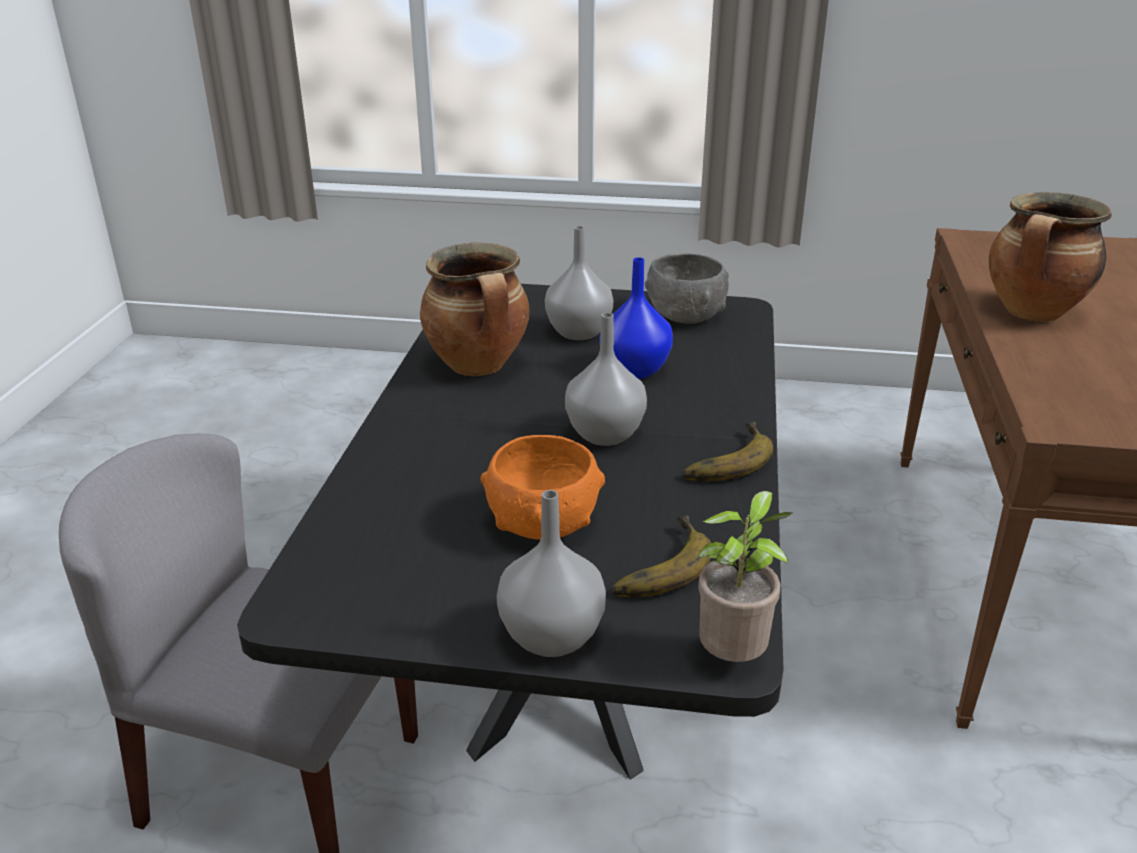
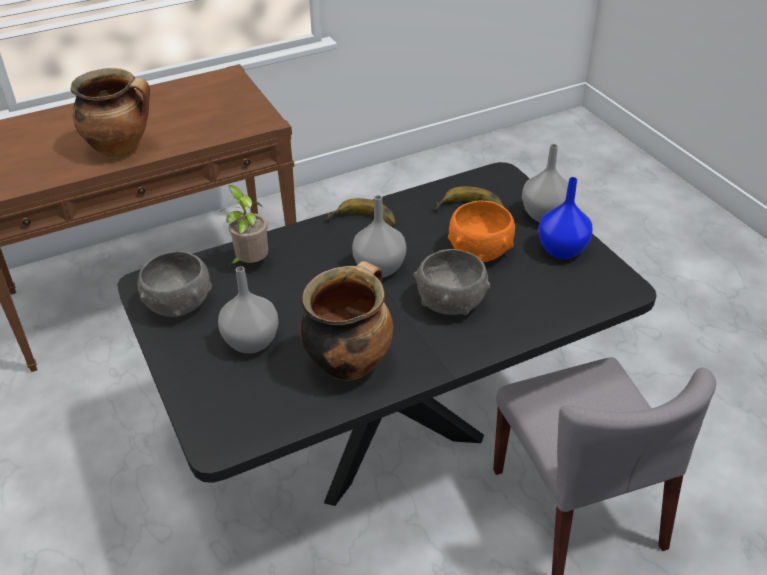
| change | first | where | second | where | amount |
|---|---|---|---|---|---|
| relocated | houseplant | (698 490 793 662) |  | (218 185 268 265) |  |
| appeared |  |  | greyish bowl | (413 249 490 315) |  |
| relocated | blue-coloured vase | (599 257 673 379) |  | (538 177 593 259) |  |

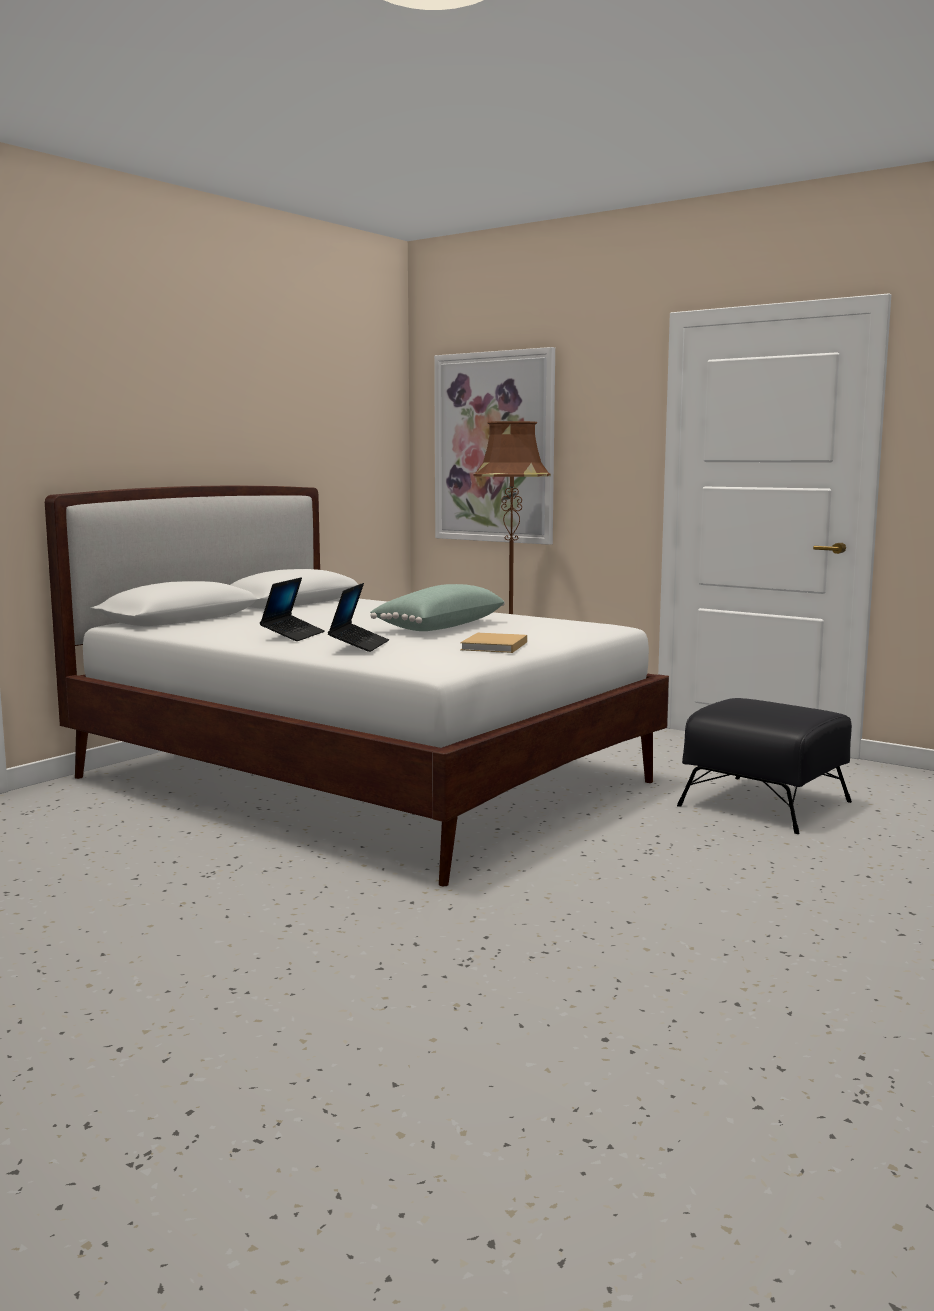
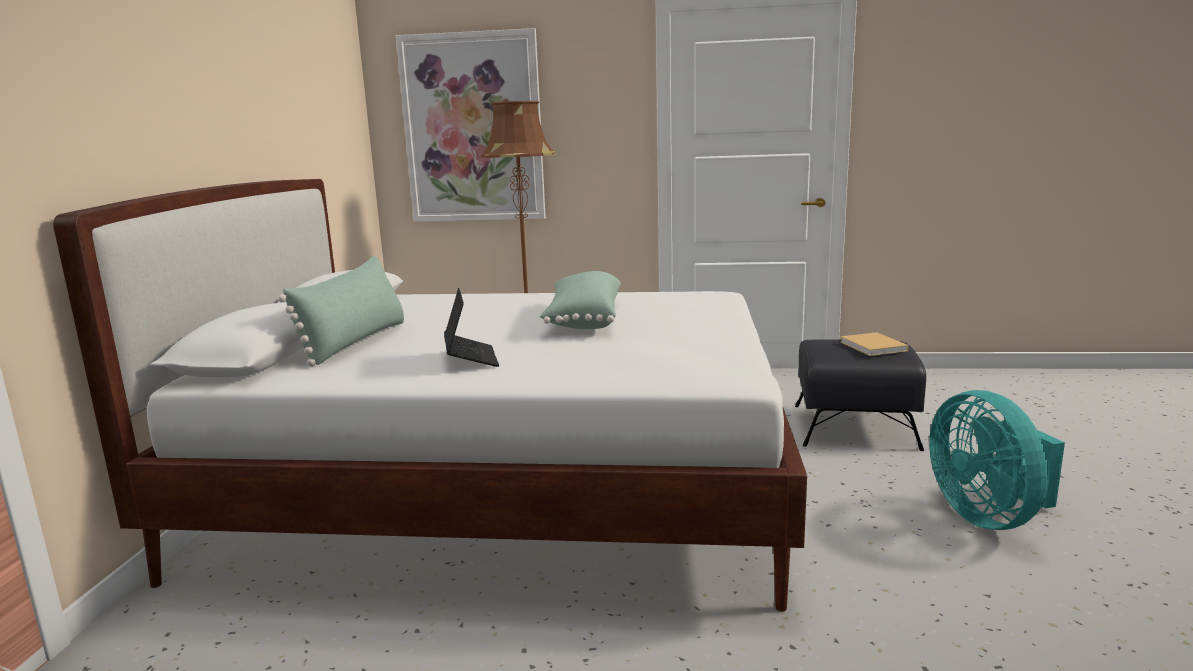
| change | first | where | second | where | amount |
|---|---|---|---|---|---|
| appeared |  |  | greenish pillow | (278 256 404 366) |  |
| relocated | beige-coloured bound book | (460 633 527 653) |  | (840 332 909 356) |  |
| appeared |  |  | turquoise-coloured fan | (929 390 1065 530) |  |
| missing | laptop | (328 583 389 652) |  |  |  |

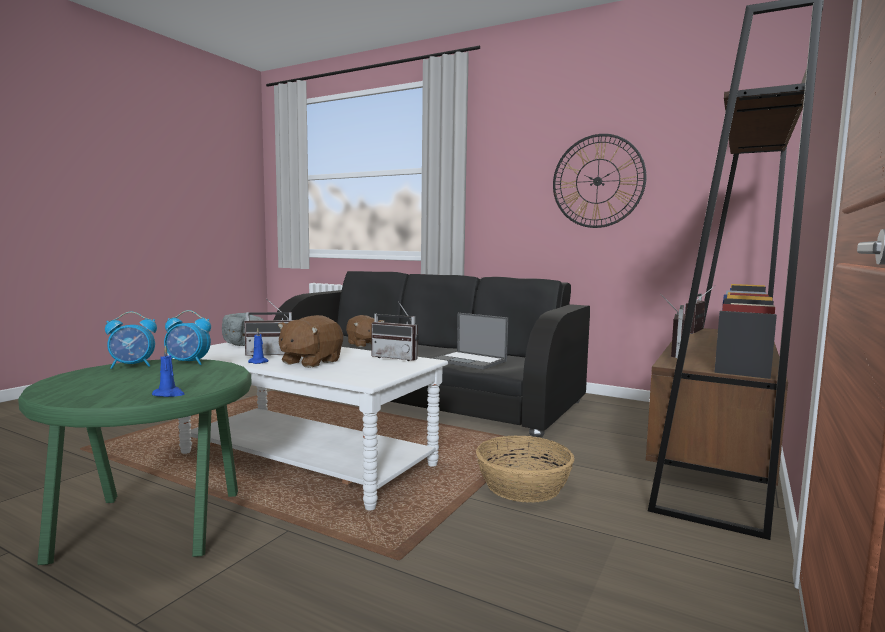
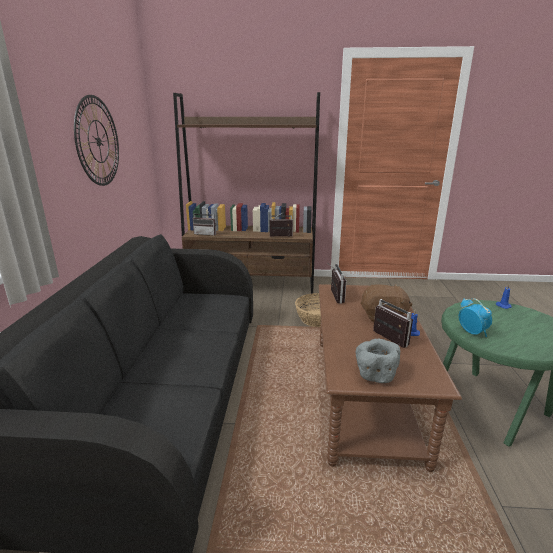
| change | first | where | second | where | amount |
|---|---|---|---|---|---|
| colour | white-coloured low table | (167 342 448 510) | brown low table | (319 284 462 472) |  |
| missing | bedside clock | (105 312 157 369) |  |  |  |
| missing | brown cuddly toy | (346 315 385 347) |  |  |  |
| missing | laptop | (432 313 508 370) |  |  |  |

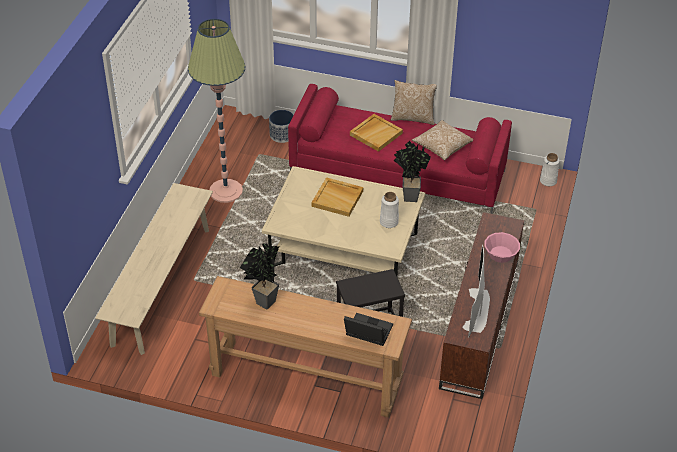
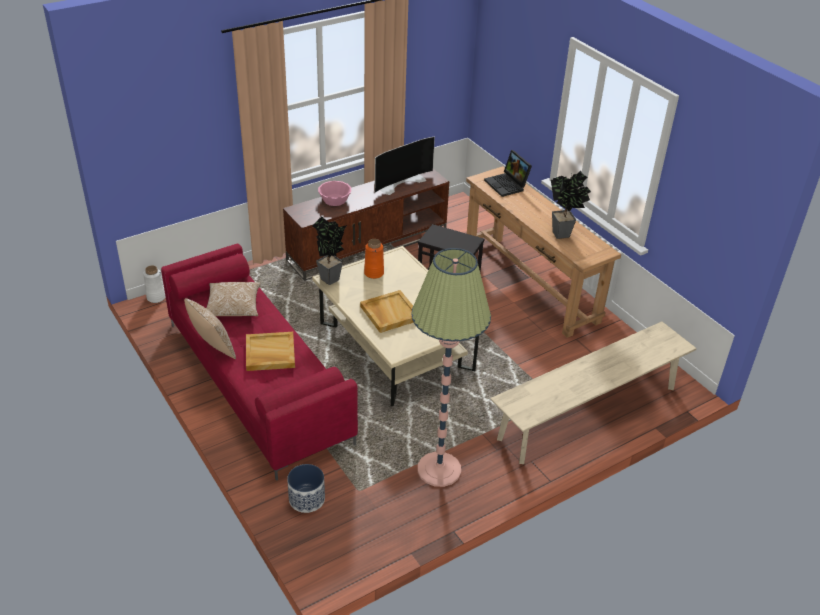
| change | first | where | second | where | amount |
|---|---|---|---|---|---|
| colour | white-coloured vase | (380 192 399 228) | orange-coloured vase | (364 239 384 279) |  |

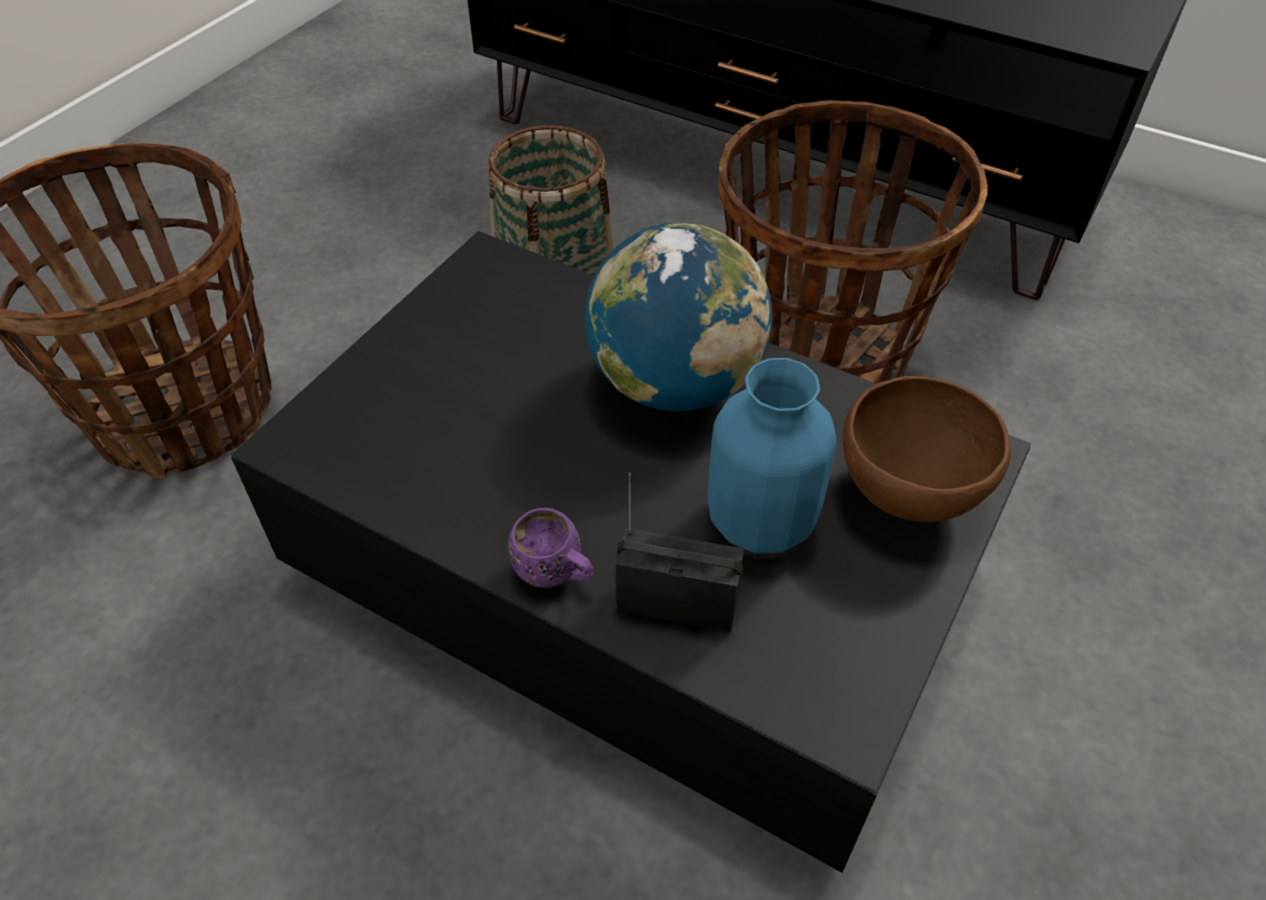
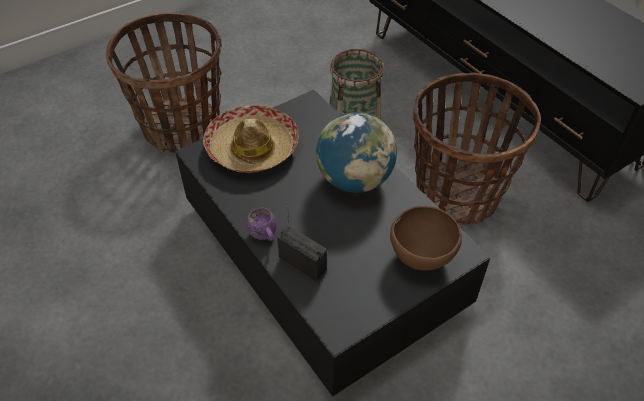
| change | first | where | second | where | amount |
|---|---|---|---|---|---|
| appeared |  |  | wearable hat | (203 105 299 173) |  |
| missing | blue-coloured vase | (708 358 837 553) |  |  |  |

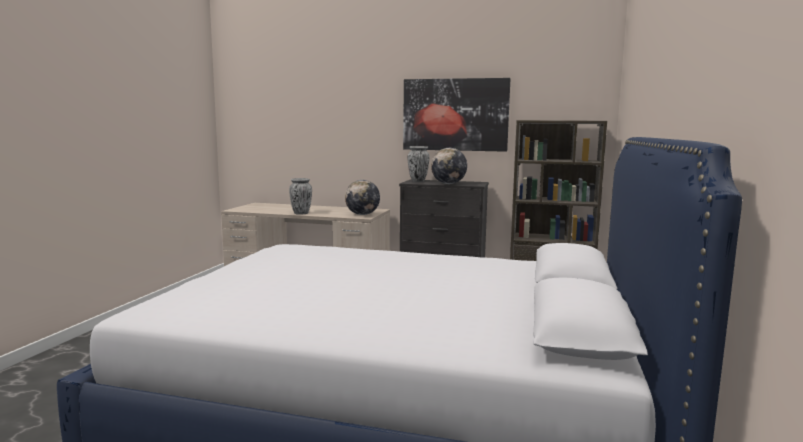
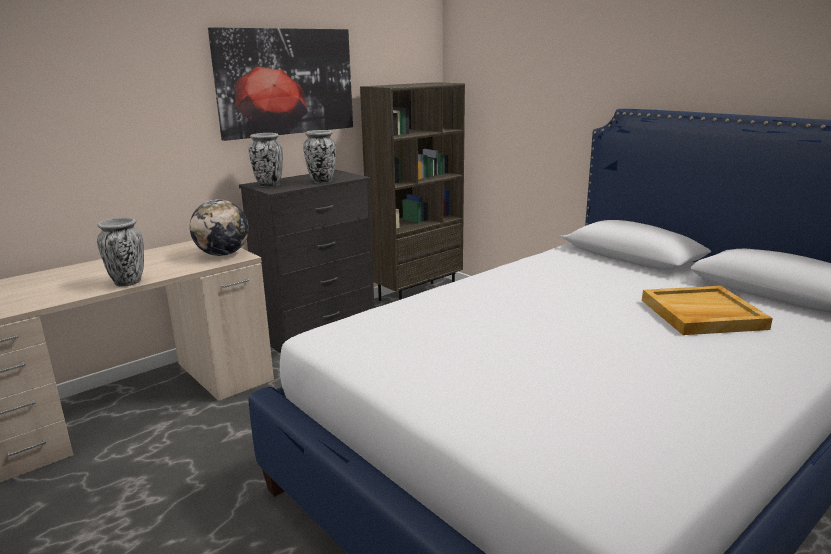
| change | first | where | second | where | amount |
|---|---|---|---|---|---|
| exchanged | world globe | (431 148 467 184) | vase | (303 130 336 183) |  |
| appeared |  |  | beige-coloured carrying tray | (642 286 773 335) |  |

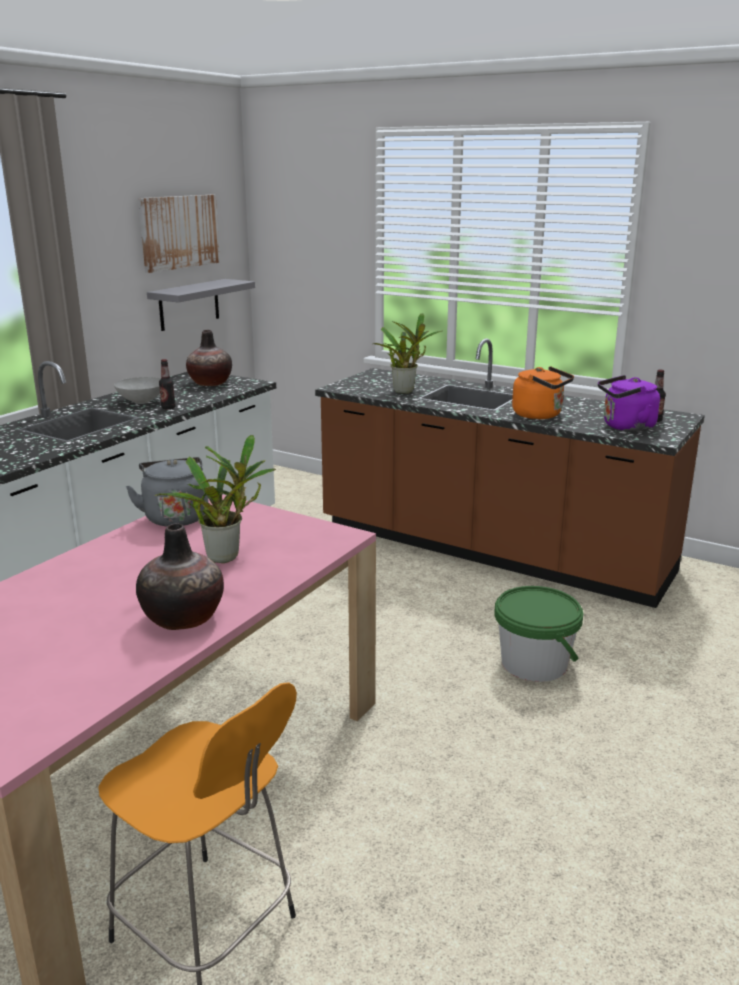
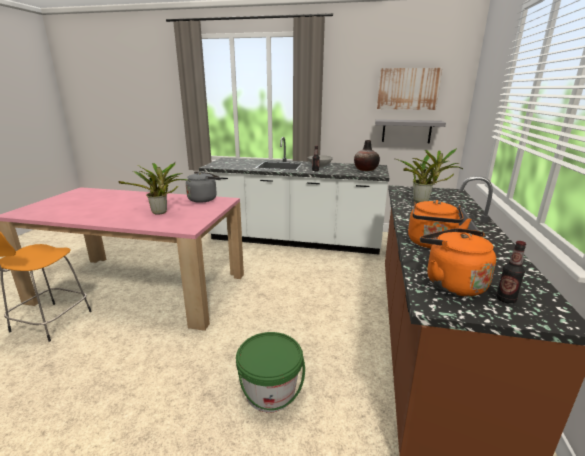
| change | first | where | second | where | amount |
|---|---|---|---|---|---|
| colour | purplish tea kettle | (598 375 660 432) | orange-coloured tea kettle | (420 228 496 296) |  |
| missing | vase | (136 523 224 630) |  |  |  |

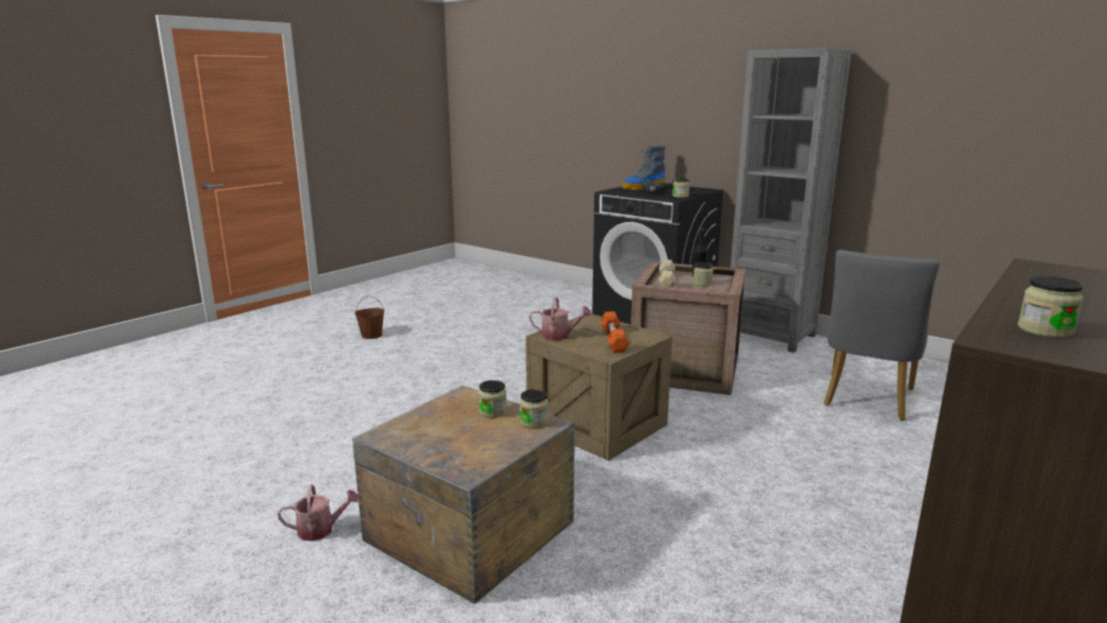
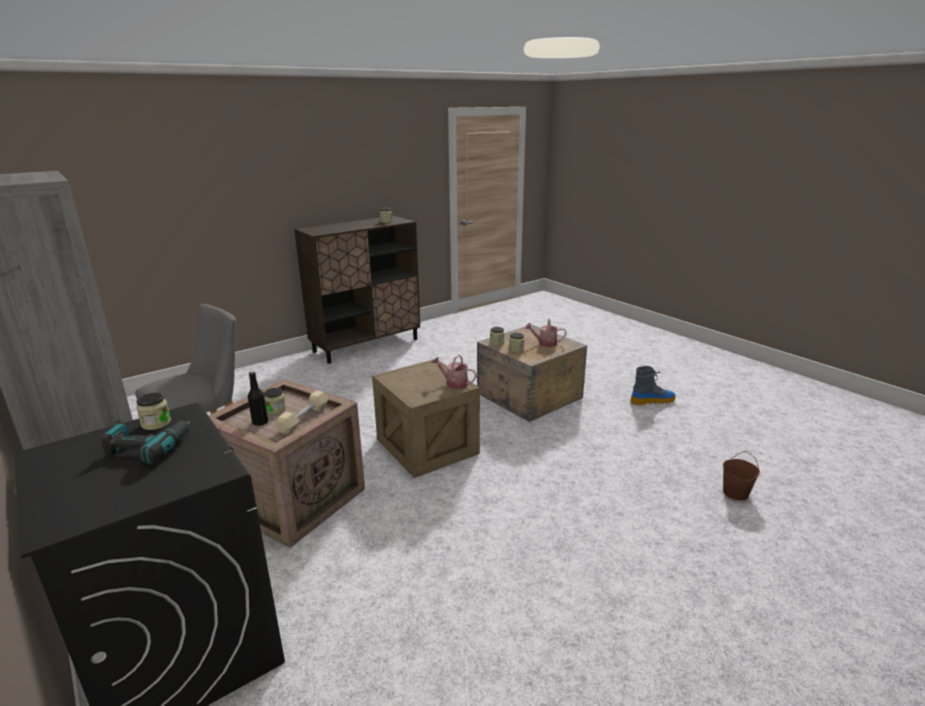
| change | first | where | second | where | amount |
|---|---|---|---|---|---|
| relocated | watering can | (277 484 358 541) |  | (524 318 566 347) |  |
| relocated | boot | (622 146 666 190) |  | (631 366 676 405) |  |
| relocated | brown bucket | (355 295 385 339) |  | (723 451 760 501) |  |
| missing | orange-coloured free weight | (600 312 629 352) |  |  |  |

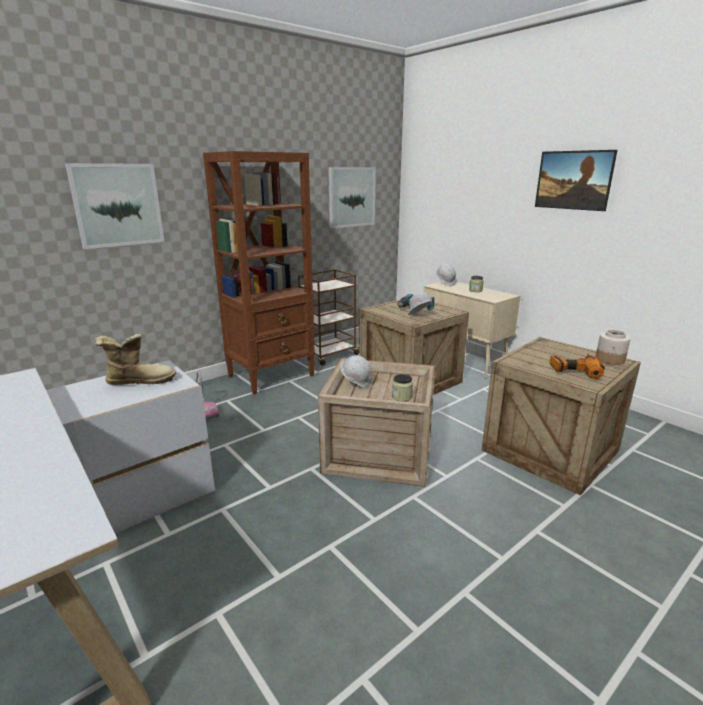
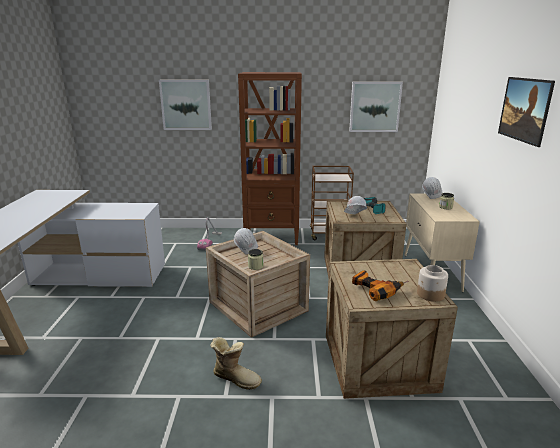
| change | first | where | second | where | amount |
|---|---|---|---|---|---|
| relocated | boot | (95 334 176 385) |  | (210 337 262 390) |  |

